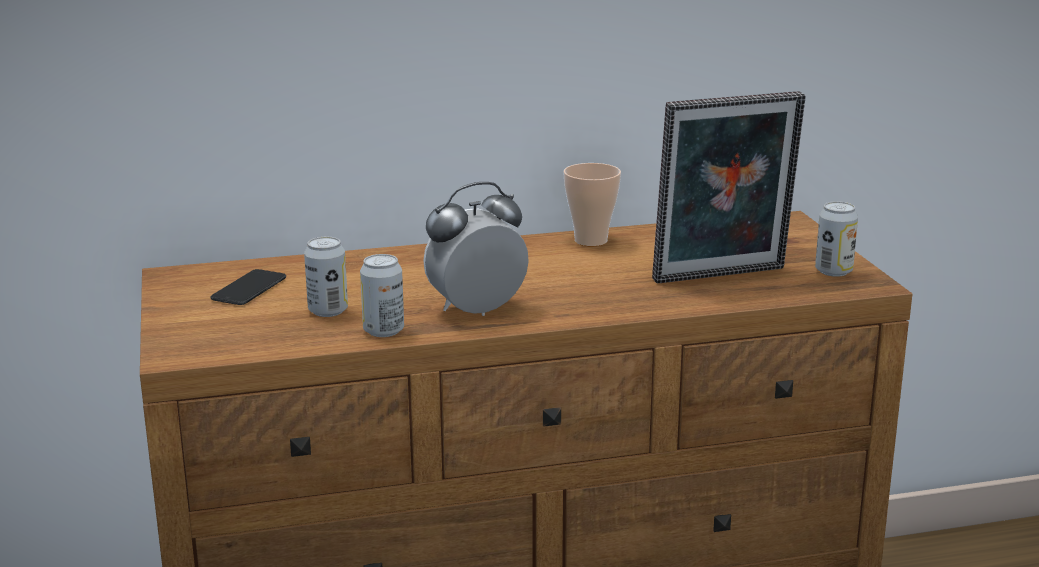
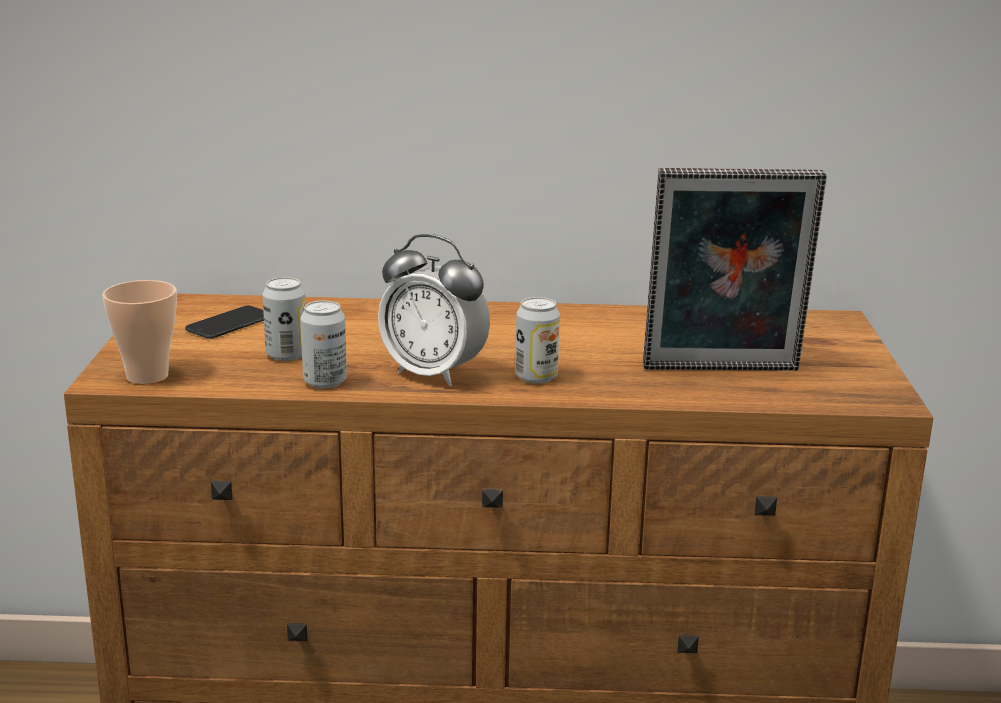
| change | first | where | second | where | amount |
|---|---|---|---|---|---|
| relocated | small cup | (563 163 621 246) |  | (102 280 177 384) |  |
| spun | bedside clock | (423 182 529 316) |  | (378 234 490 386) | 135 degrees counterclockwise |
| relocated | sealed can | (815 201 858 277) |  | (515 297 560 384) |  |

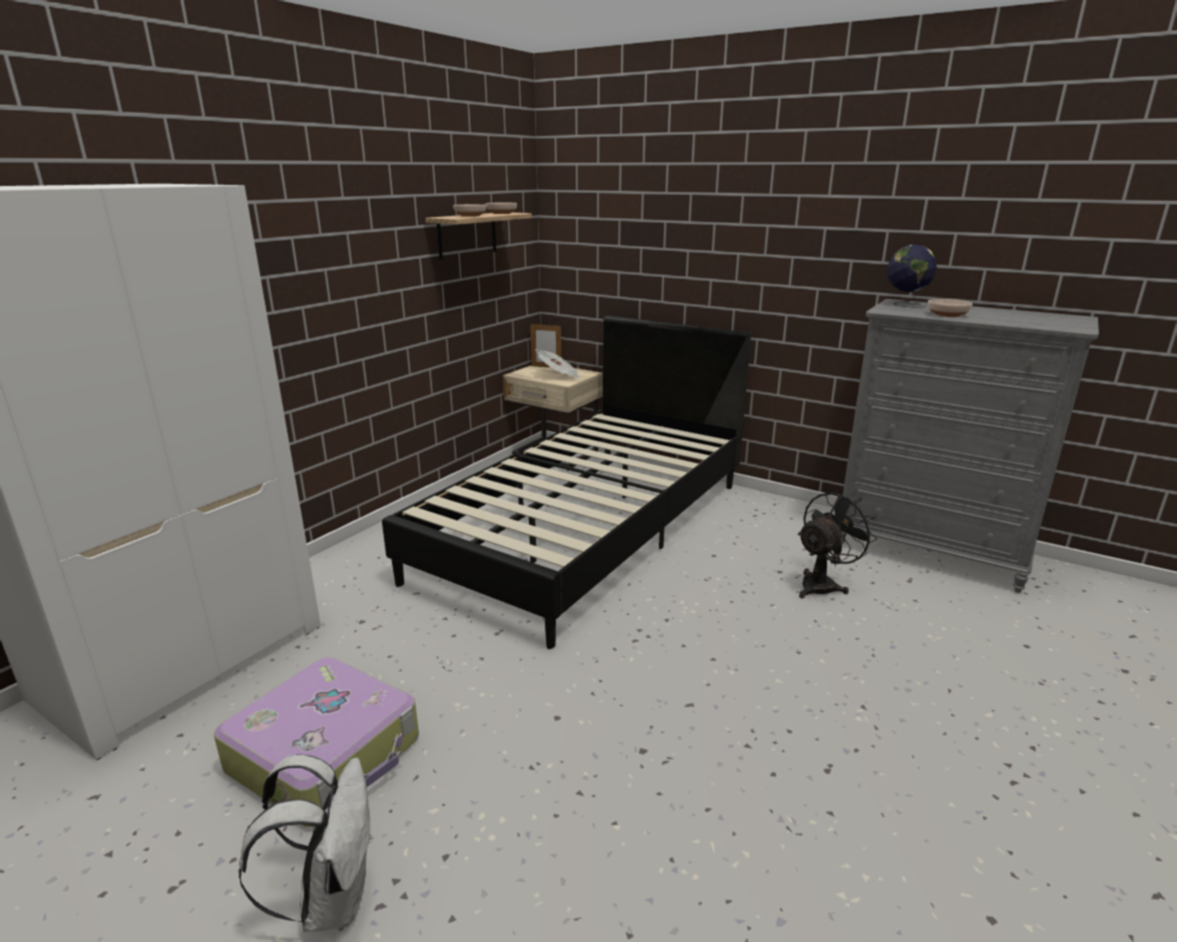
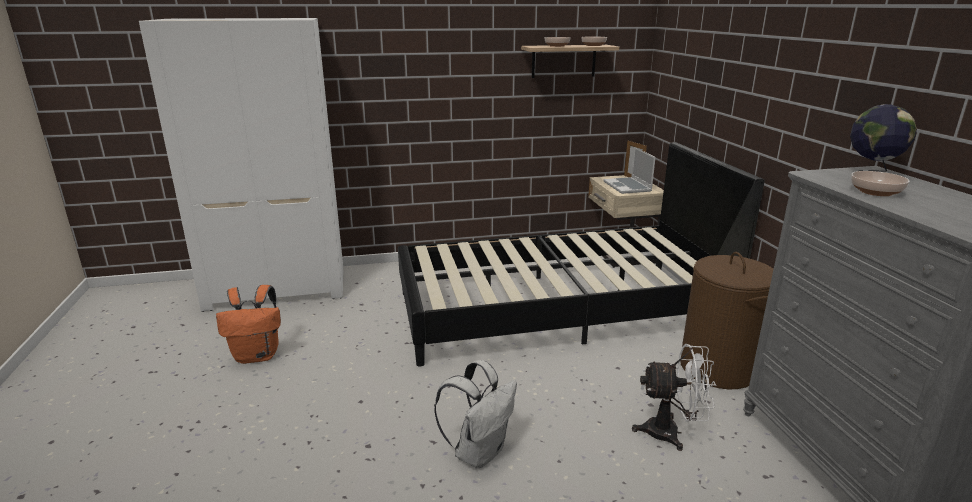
| change | first | where | second | where | amount |
|---|---|---|---|---|---|
| exchanged | travel case | (214 657 419 827) | orange-coloured backpack | (216 285 281 364) |  |
| relocated | white-coloured backpack | (239 754 373 932) |  | (434 360 517 468) |  |
| exchanged | newspaper | (536 349 579 378) | laptop | (603 147 656 194) |  |
| colour | black fan | (798 489 877 598) | white-coloured fan | (632 344 716 451) |  |
| appeared |  |  | brown washing basket | (680 252 773 389) |  |

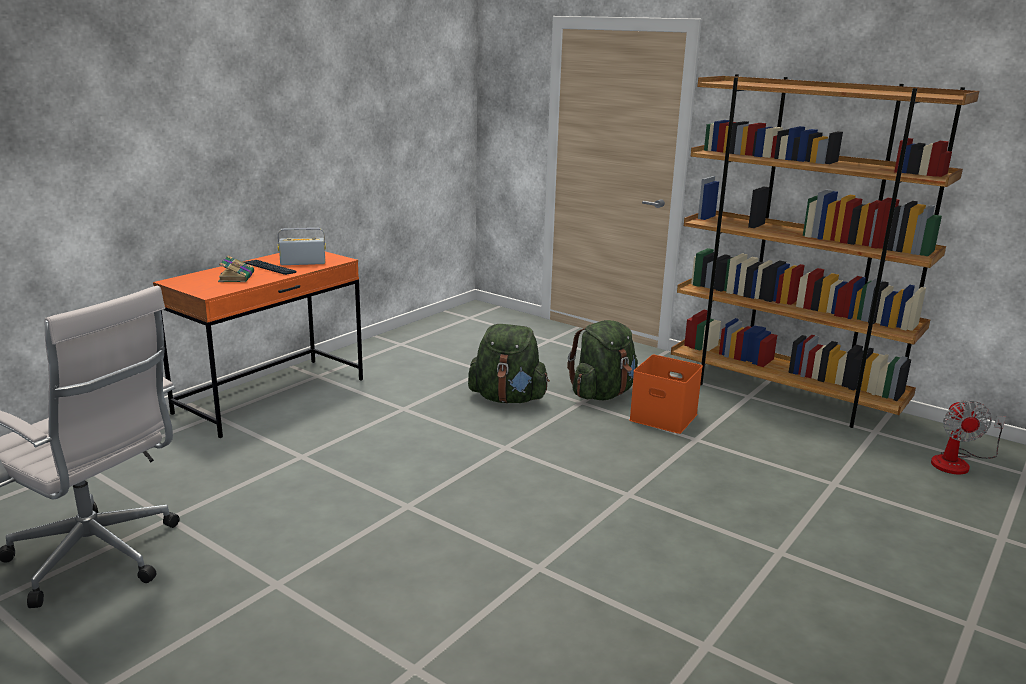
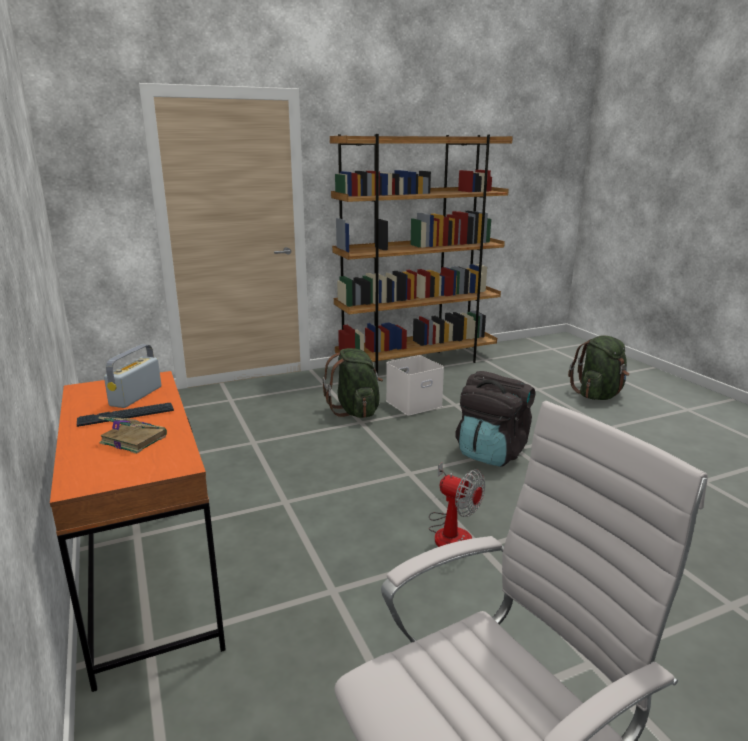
| change | first | where | second | where | amount |
|---|---|---|---|---|---|
| colour | orange-coloured storage container | (629 355 703 434) | white-coloured storage container | (386 355 444 416) |  |
| relocated | fan | (931 400 1006 474) |  | (429 462 485 547) |  |
| appeared |  |  | black backpack | (455 371 535 467) |  |
| relocated | greenish backpack | (468 324 550 403) |  | (568 335 629 400) |  |

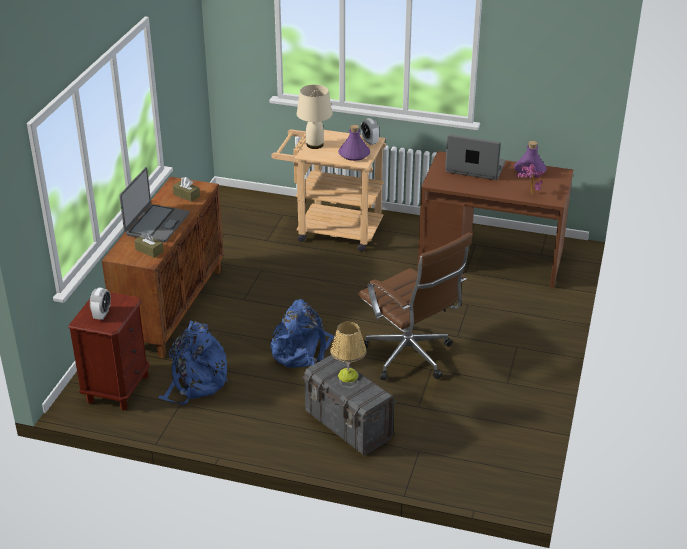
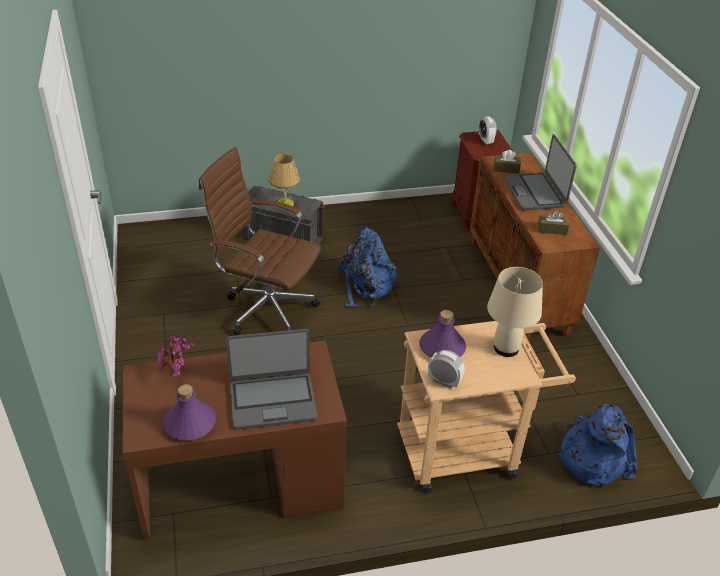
| change | first | where | second | where | amount |
|---|---|---|---|---|---|
| relocated | blue-coloured backpack | (158 320 228 405) |  | (556 404 637 487) |  |

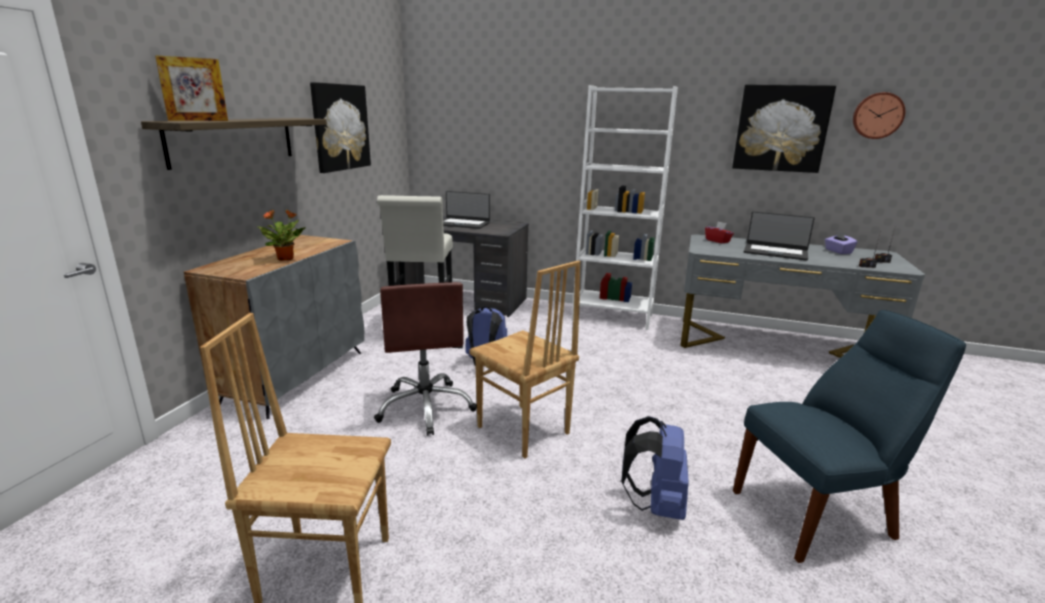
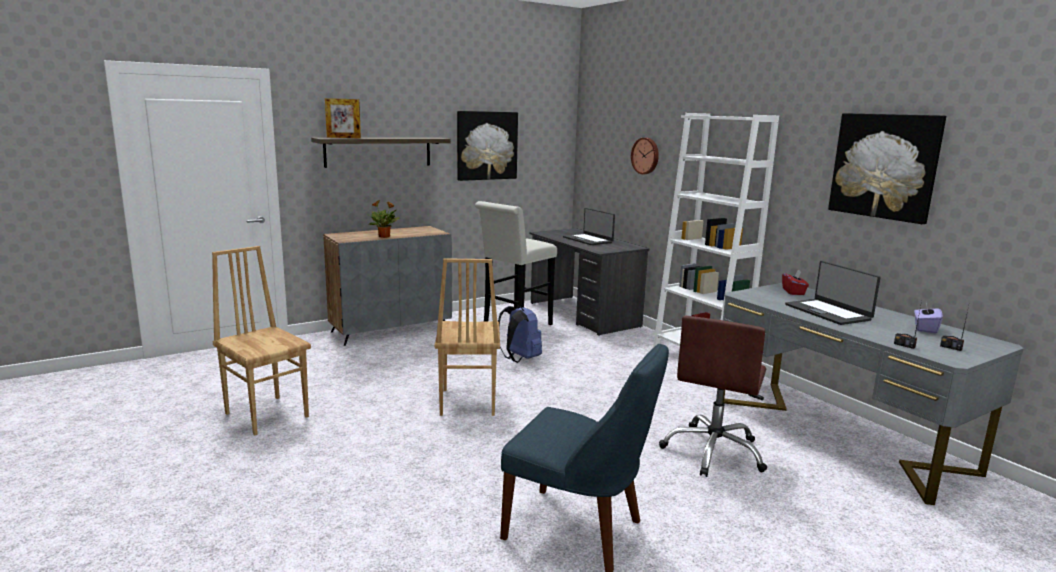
| change | first | where | second | where | amount |
|---|---|---|---|---|---|
| relocated | hanging clock | (853 92 905 139) |  | (631 138 659 174) |  |
| relocated | brown computer chair | (374 282 477 436) |  | (659 316 767 477) |  |
| missing | blue-coloured backpack | (621 416 689 520) |  |  |  |

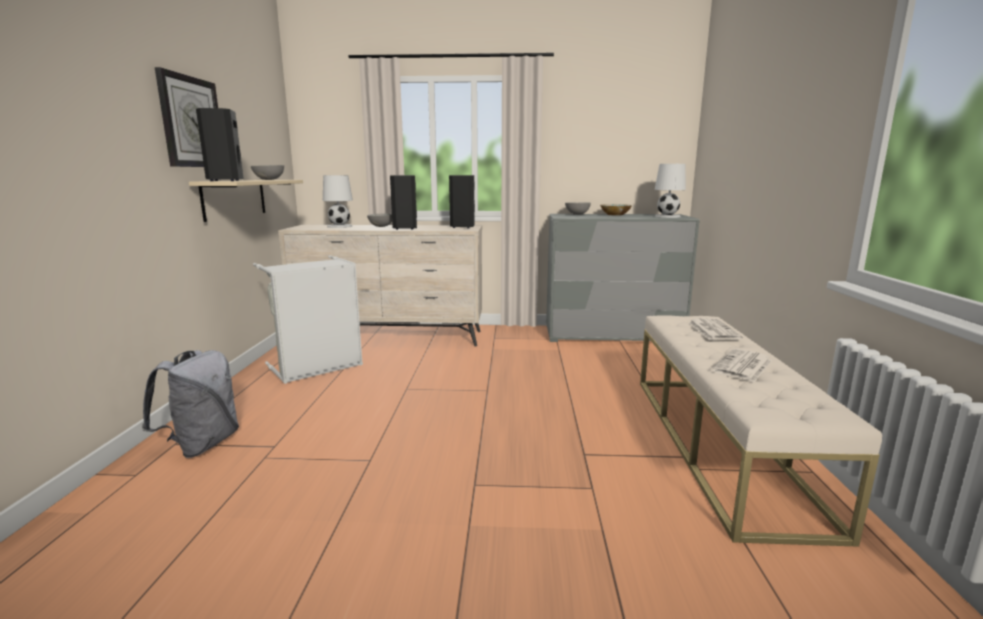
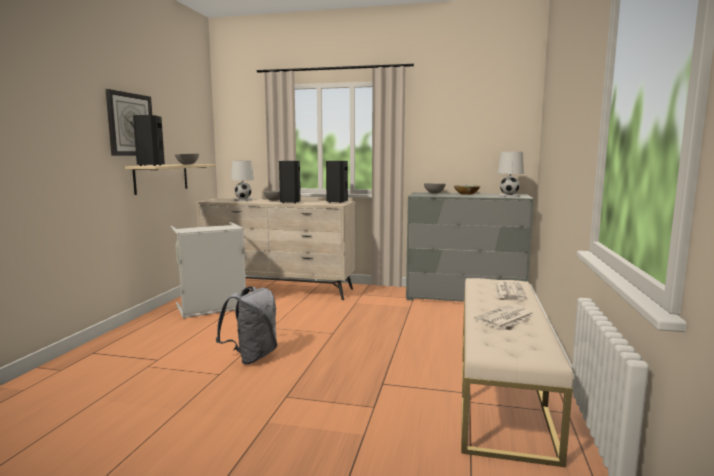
| change | first | where | second | where | amount |
|---|---|---|---|---|---|
| relocated | greyish backpack | (142 350 239 458) |  | (216 287 277 364) |  |

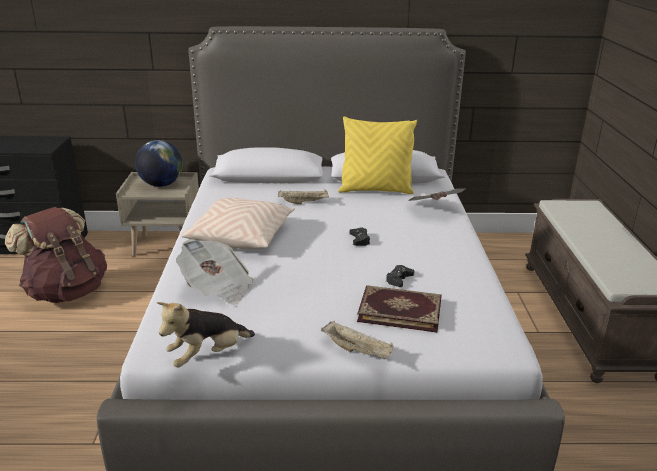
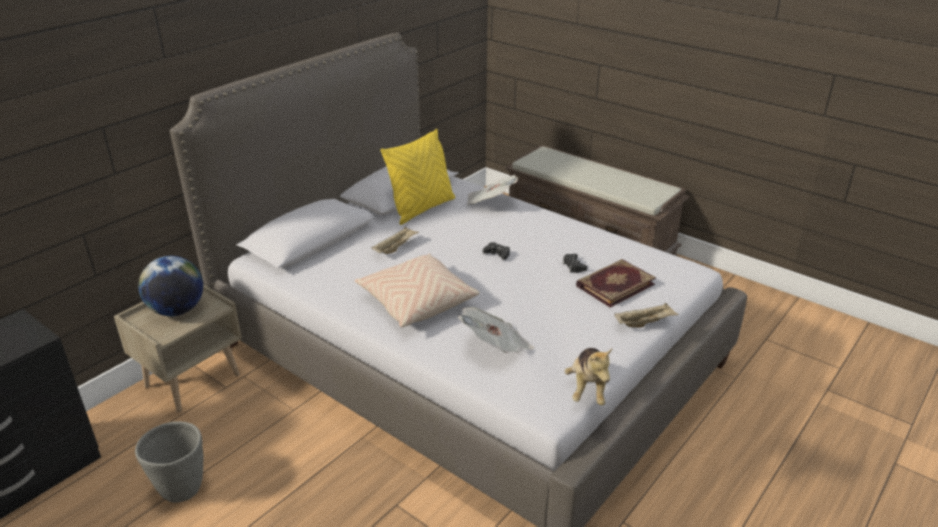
| change | first | where | second | where | amount |
|---|---|---|---|---|---|
| exchanged | brown backpack | (5 207 107 303) | greyish plant pot | (135 422 204 503) |  |

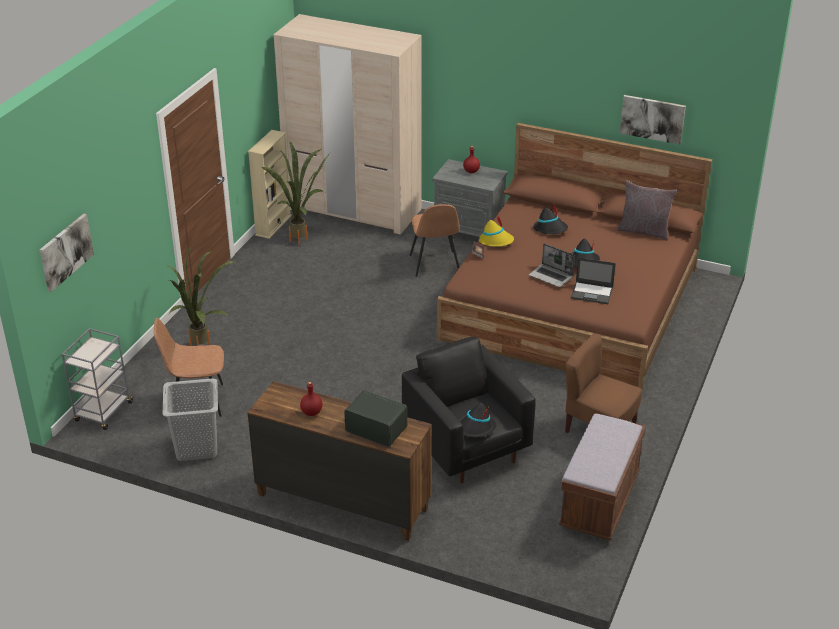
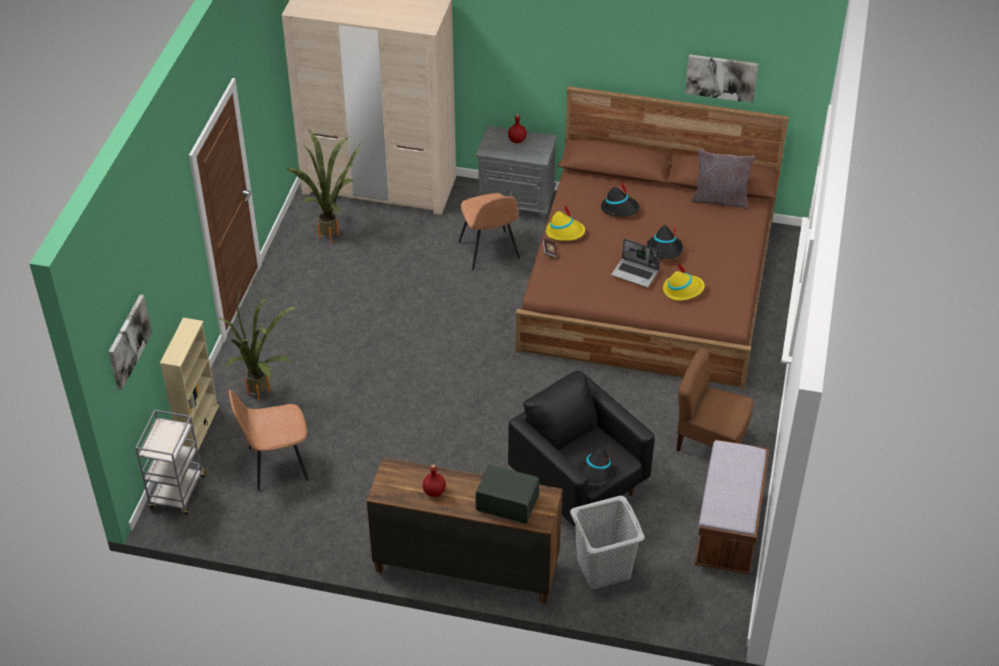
| change | first | where | second | where | amount |
|---|---|---|---|---|---|
| relocated | beige-coloured shelving unit | (248 130 292 239) |  | (160 318 219 450) |  |
| relocated | greyish washing basket | (163 378 218 461) |  | (570 496 645 589) |  |
| exchanged | laptop | (571 257 616 304) | yellowish wearable hat | (663 262 705 301) |  |

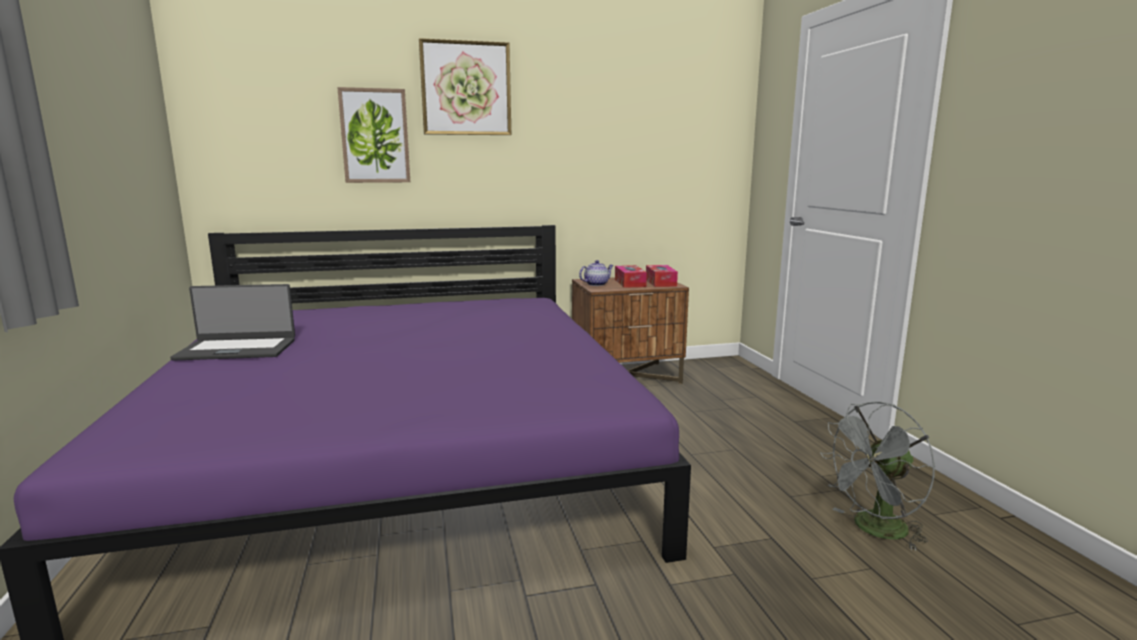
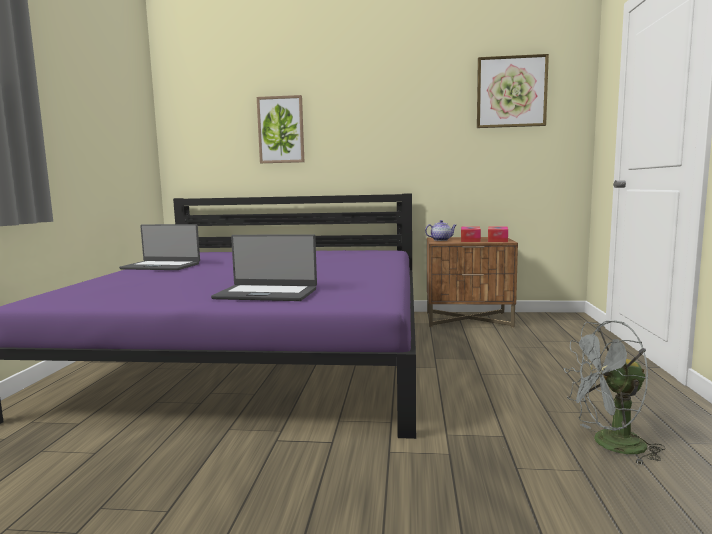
| change | first | where | second | where | amount |
|---|---|---|---|---|---|
| appeared |  |  | laptop | (211 234 317 301) |  |
| relocated | picture | (419 38 511 135) |  | (477 54 549 128) |  |

